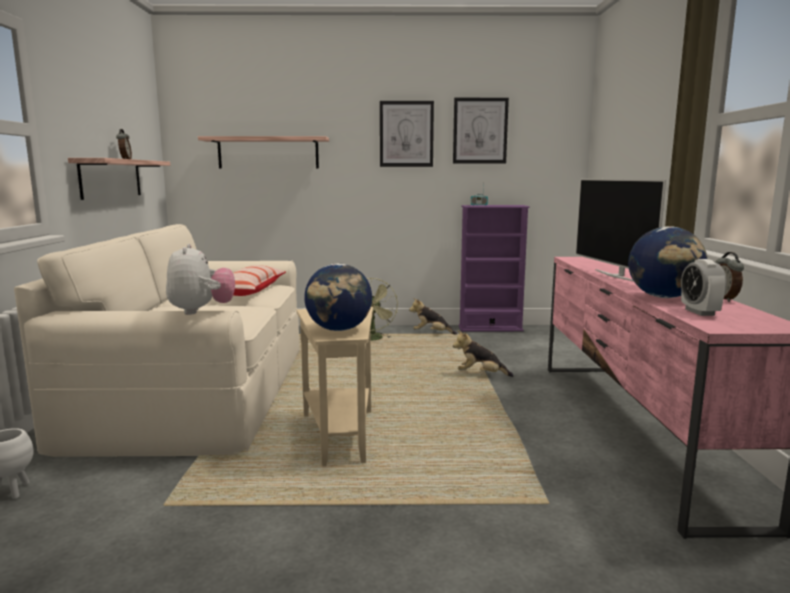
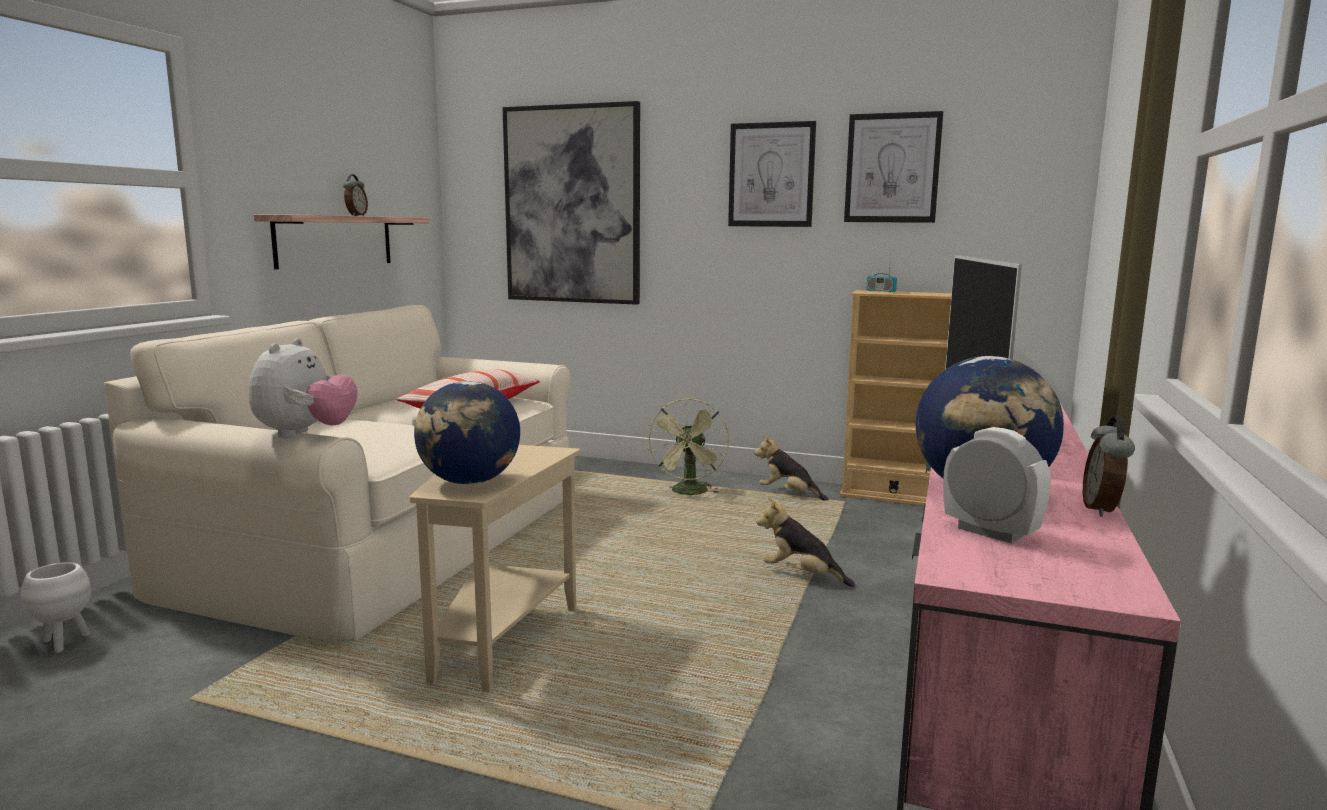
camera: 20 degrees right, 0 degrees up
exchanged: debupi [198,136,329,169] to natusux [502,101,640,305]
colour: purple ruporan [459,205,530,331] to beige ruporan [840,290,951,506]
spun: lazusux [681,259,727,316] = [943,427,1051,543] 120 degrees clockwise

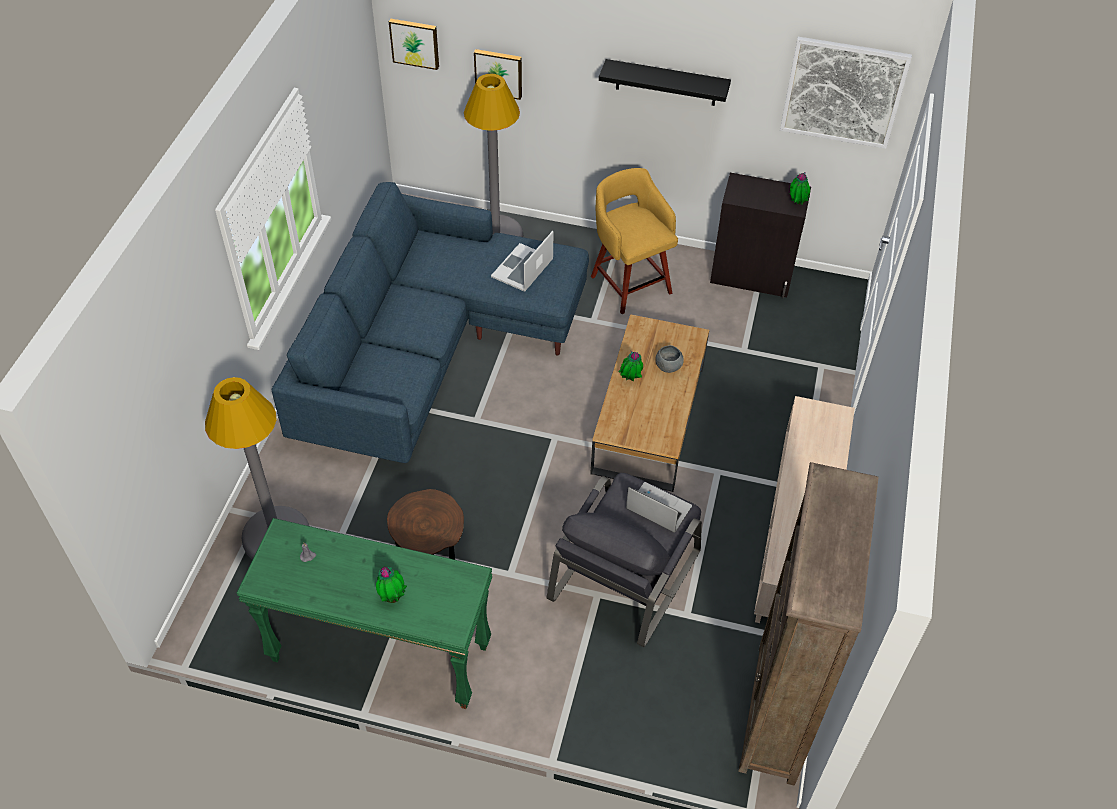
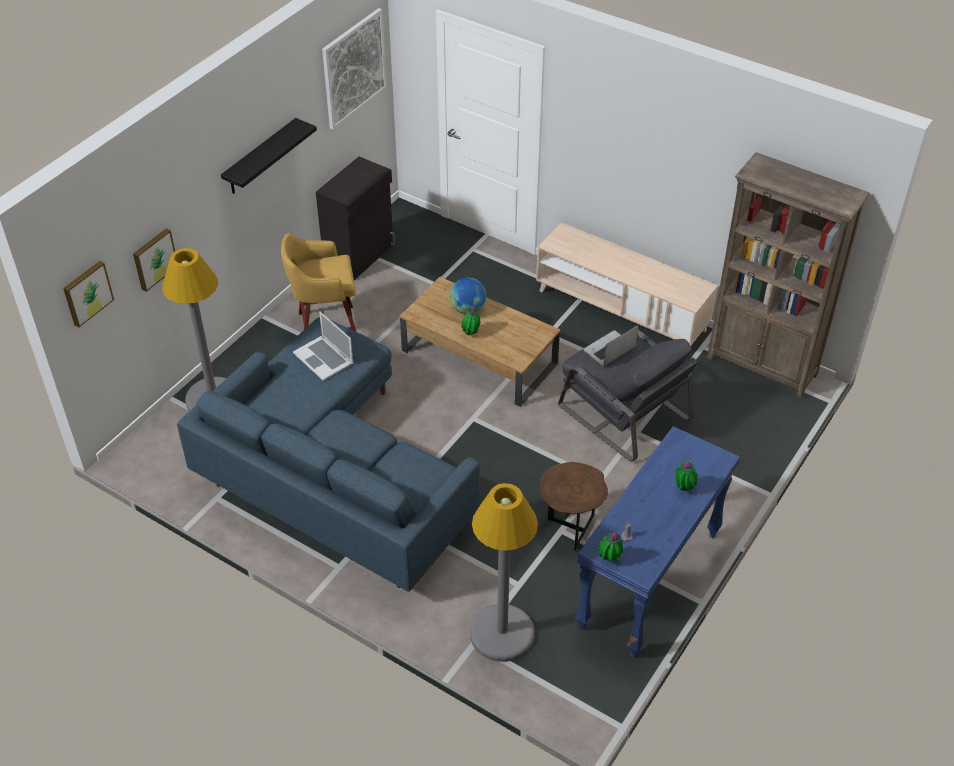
camera: 70 degrees left, 5 degrees down
relocated: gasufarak [790,172,811,205] to [597,530,623,563]
exchanged: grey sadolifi [655,345,684,373] to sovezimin [449,277,486,314]
colour: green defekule [236,518,492,709] to blue defekule [575,426,741,658]

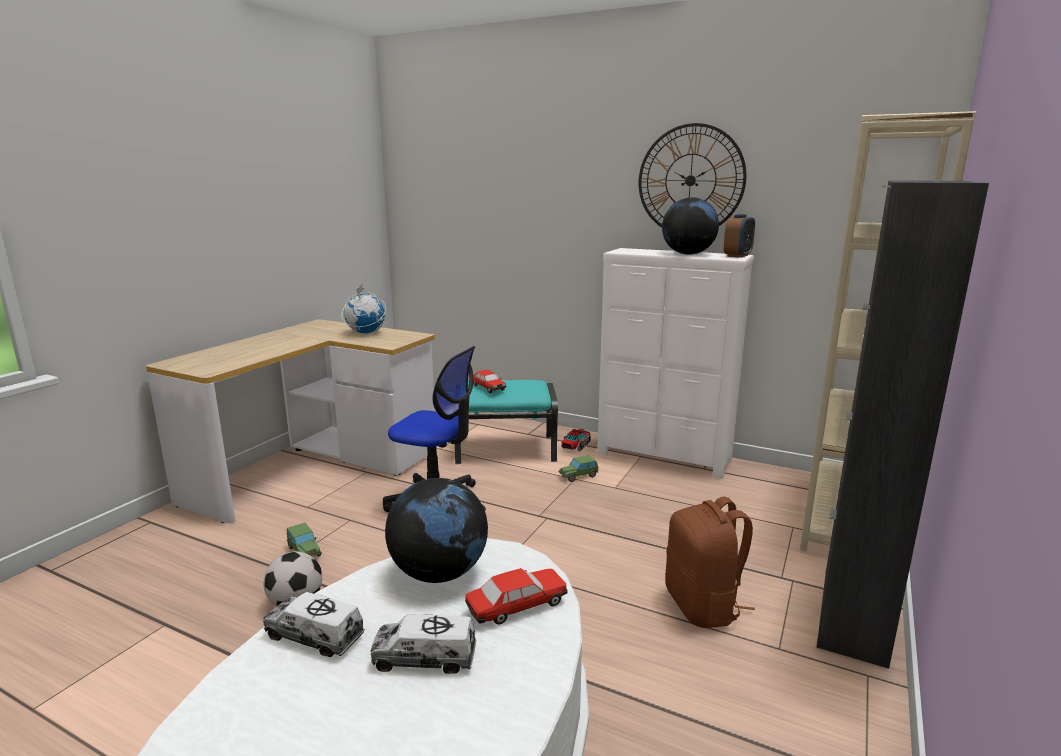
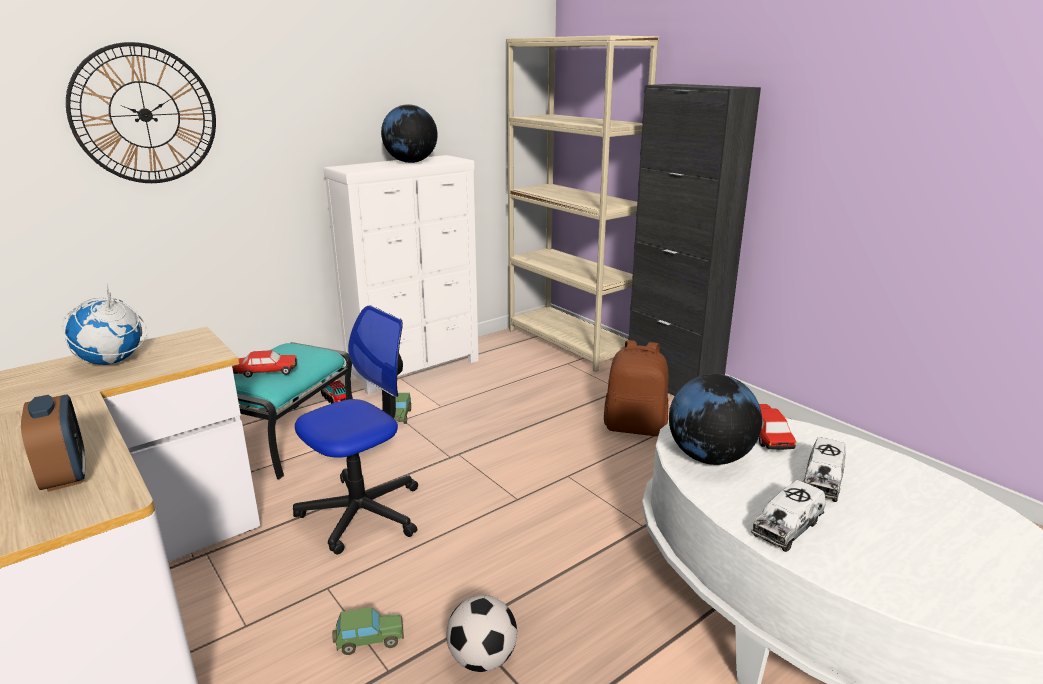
camera: 65 degrees left, 5 degrees up
relocated: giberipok [639,123,747,228] to [66,42,216,183]; lazusux [724,214,755,258] to [21,395,85,492]

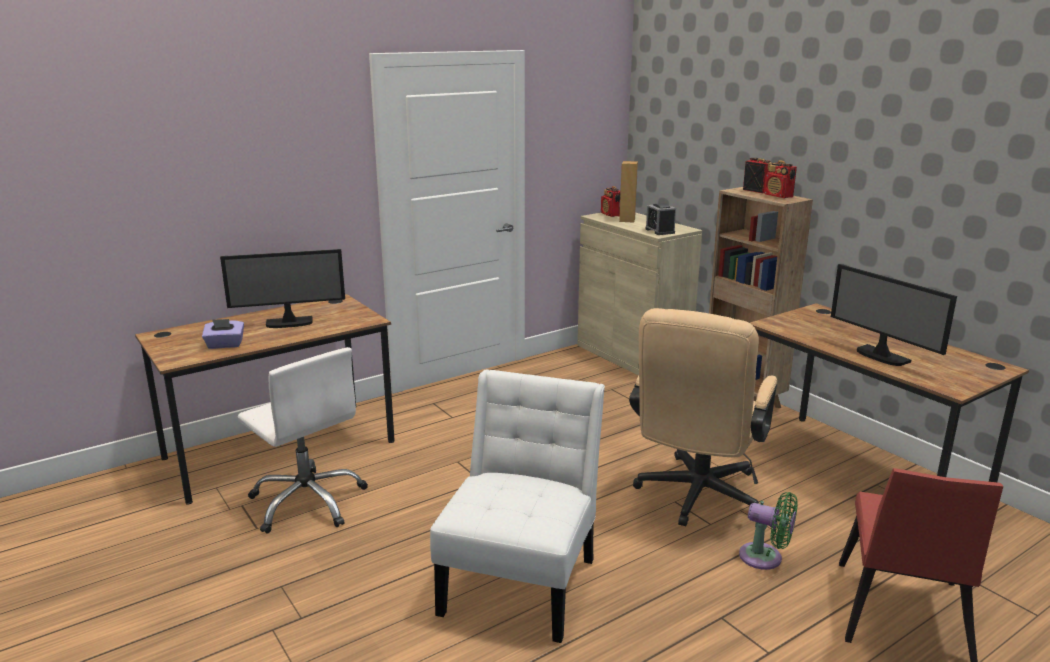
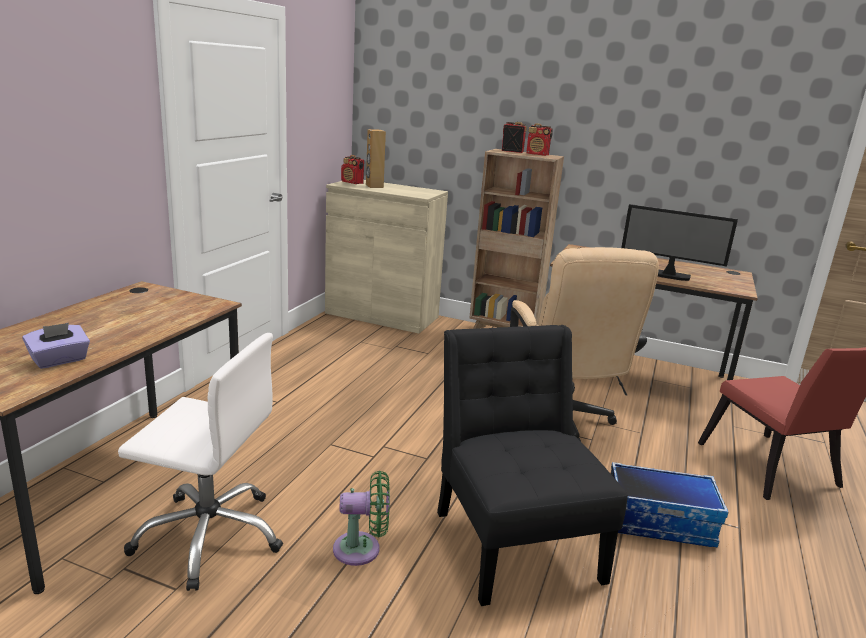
camera: 35 degrees left, 0 degrees up
missing: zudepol [220,249,345,328]; lazusux [645,203,676,235]
appeared: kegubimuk [611,462,728,547]
relocated: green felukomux [739,492,798,570] to [333,471,390,566]
colour: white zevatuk [430,369,605,643] to black zevatuk [437,325,628,606]

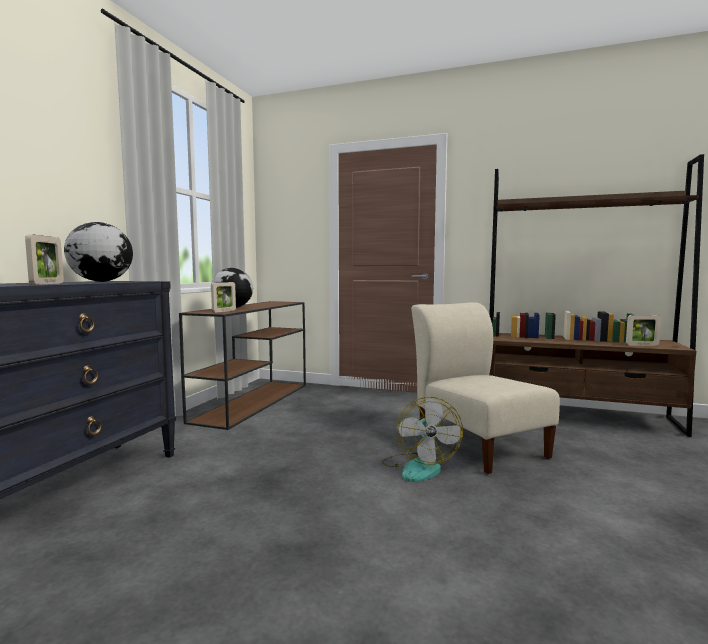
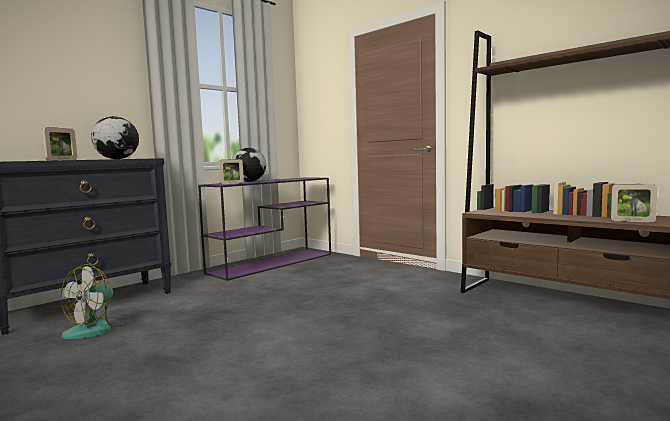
camera: 25 degrees right, 0 degrees up
missing: beige zevatuk [411,302,560,474]
relocated: felukomux [382,397,463,482] to [61,264,129,339]
colour: brown defekule [179,301,306,430] to purple defekule [198,178,331,281]

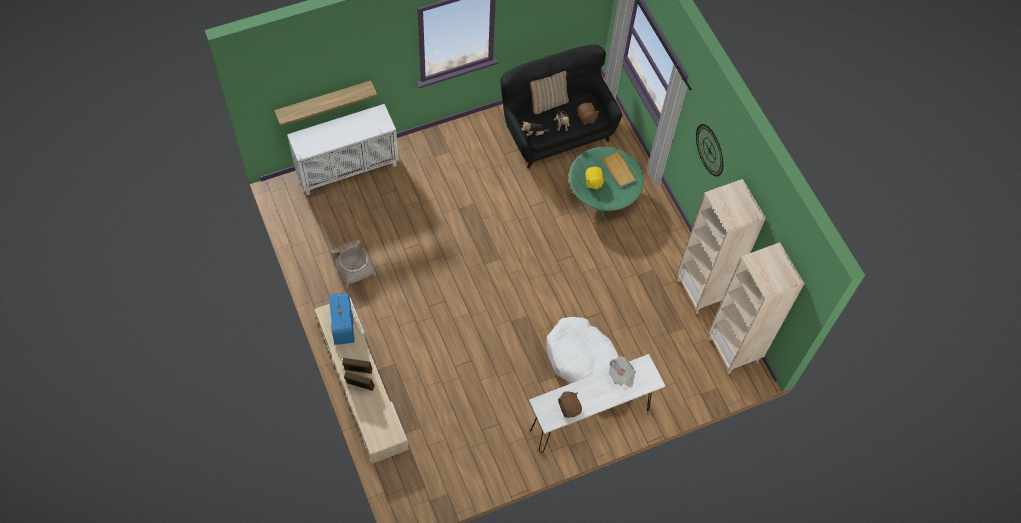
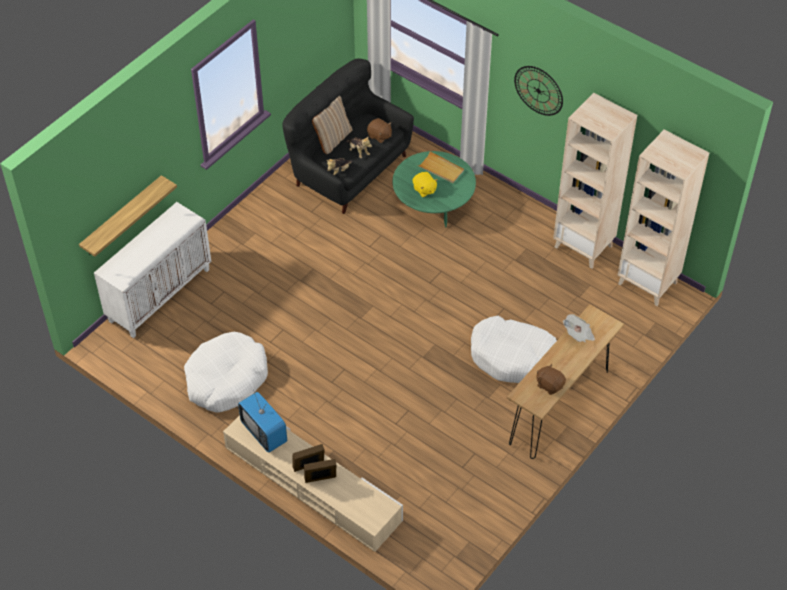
camera: 25 degrees left, 10 degrees down
exchanged: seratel [331,240,377,288] to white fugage [184,332,268,413]
colour: white defekule [529,354,665,453] to brown defekule [507,304,624,459]

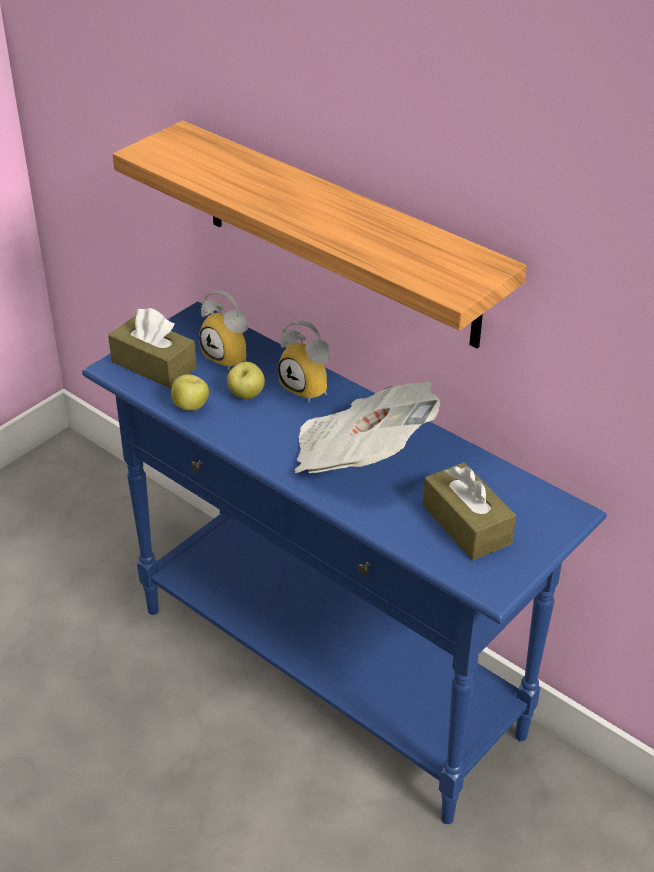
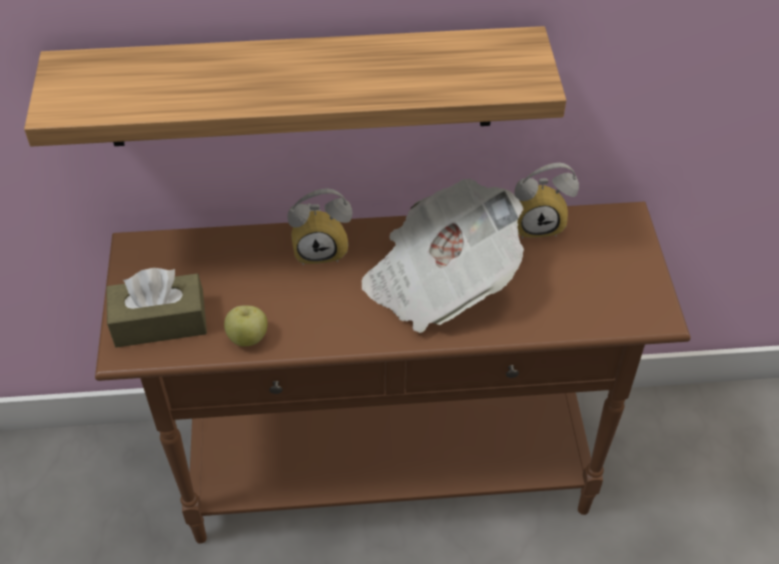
camera: 45 degrees left, 10 degrees up
missing: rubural [227,362,265,399]; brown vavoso [423,462,516,560]
relocated: lazusux [199,290,249,371] to [514,163,579,239]
colour: blue defekule [82,302,607,824] to brown defekule [95,202,691,544]

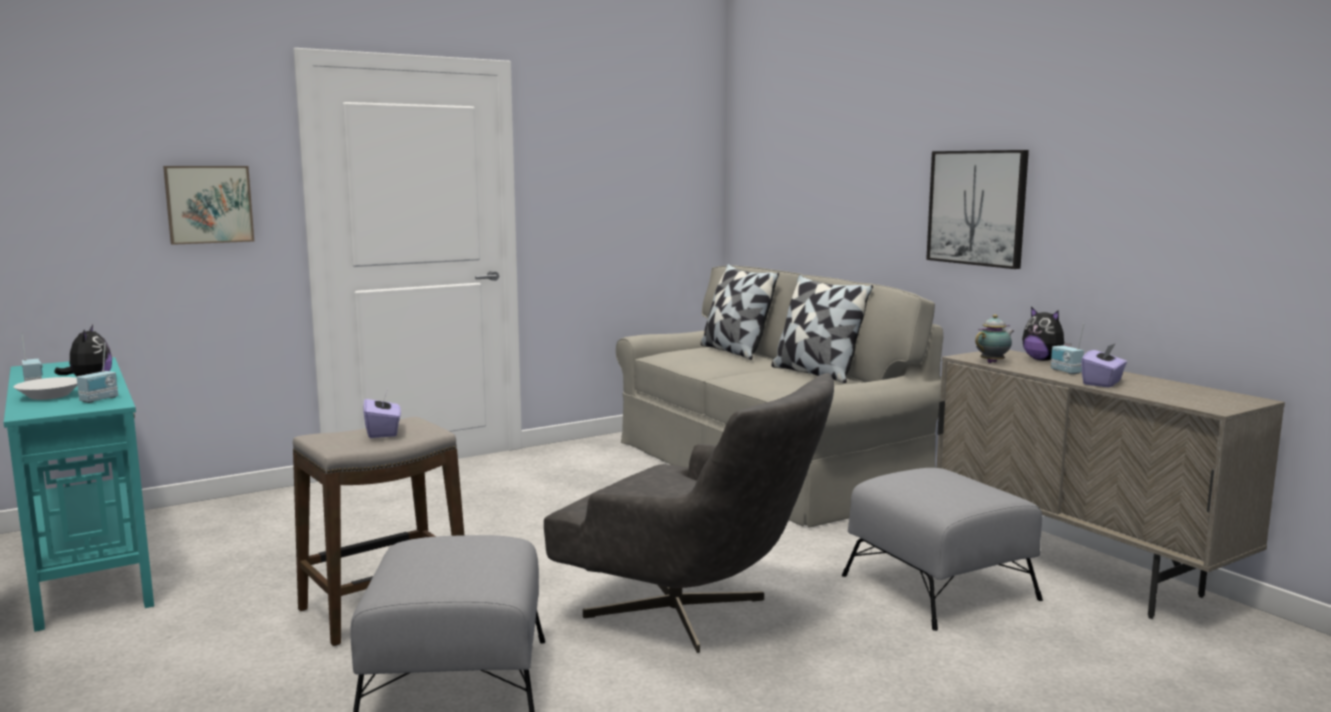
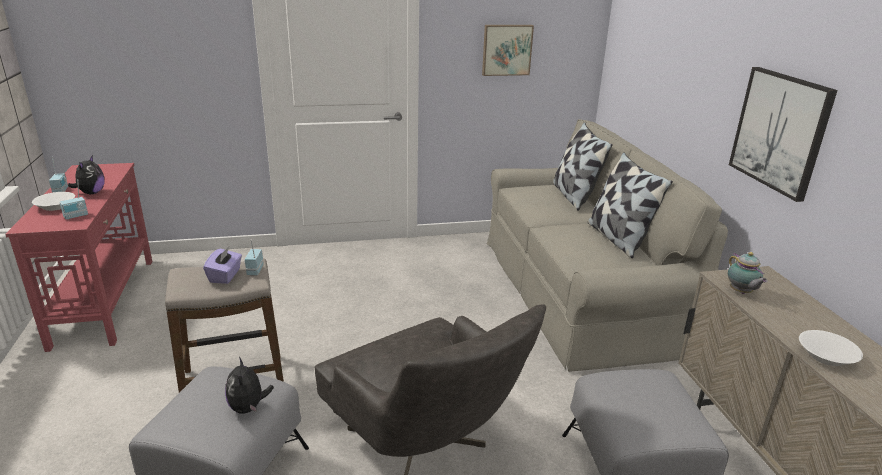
camera: 20 degrees right, 15 degrees up
relocated: natusux [163,166,254,245] to [482,25,534,76]; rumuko [1022,307,1072,361] to [225,357,274,414]; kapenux [1051,323,1085,374] to [244,240,264,276]
exchanged: purple vavoso [1081,343,1127,388] to white sadolifi [799,330,863,366]
colour: turquoise defekule [4,357,154,632] to red defekule [5,163,152,352]
spun: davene [975,315,1014,363] = [728,252,768,294] 90 degrees clockwise

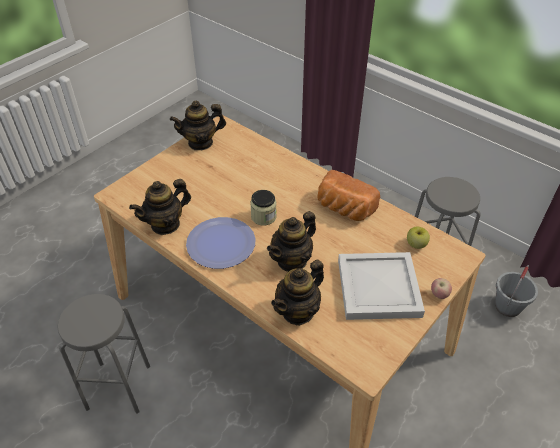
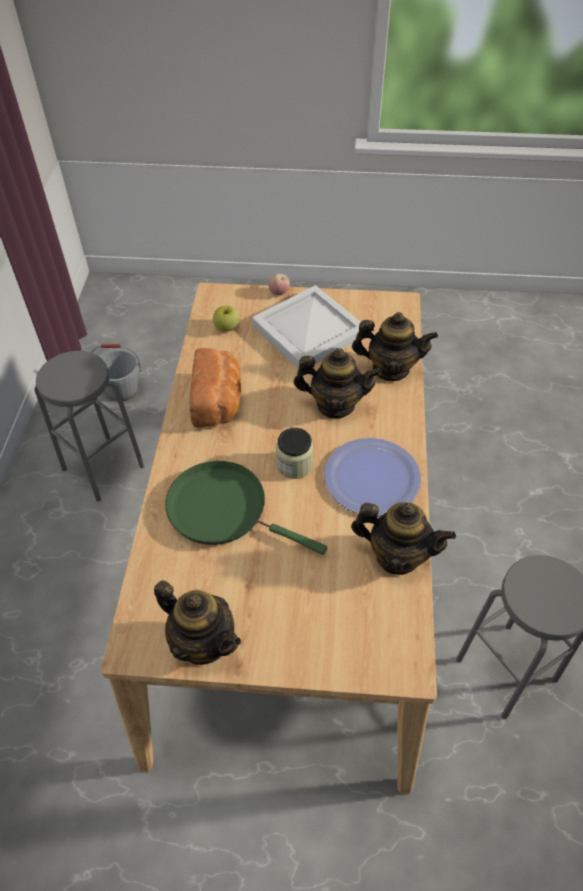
camera: 125 degrees left, 5 degrees up
appeared: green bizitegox [165,461,327,555]

